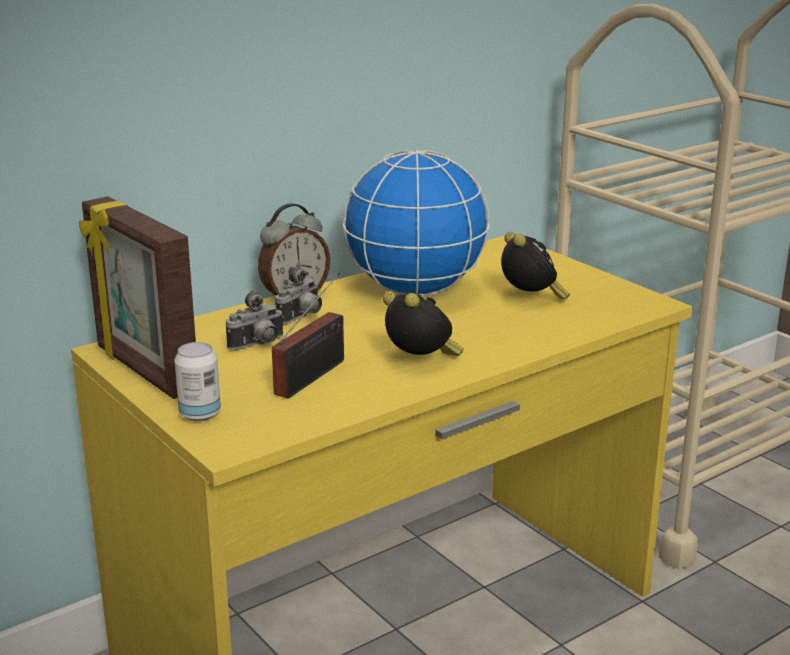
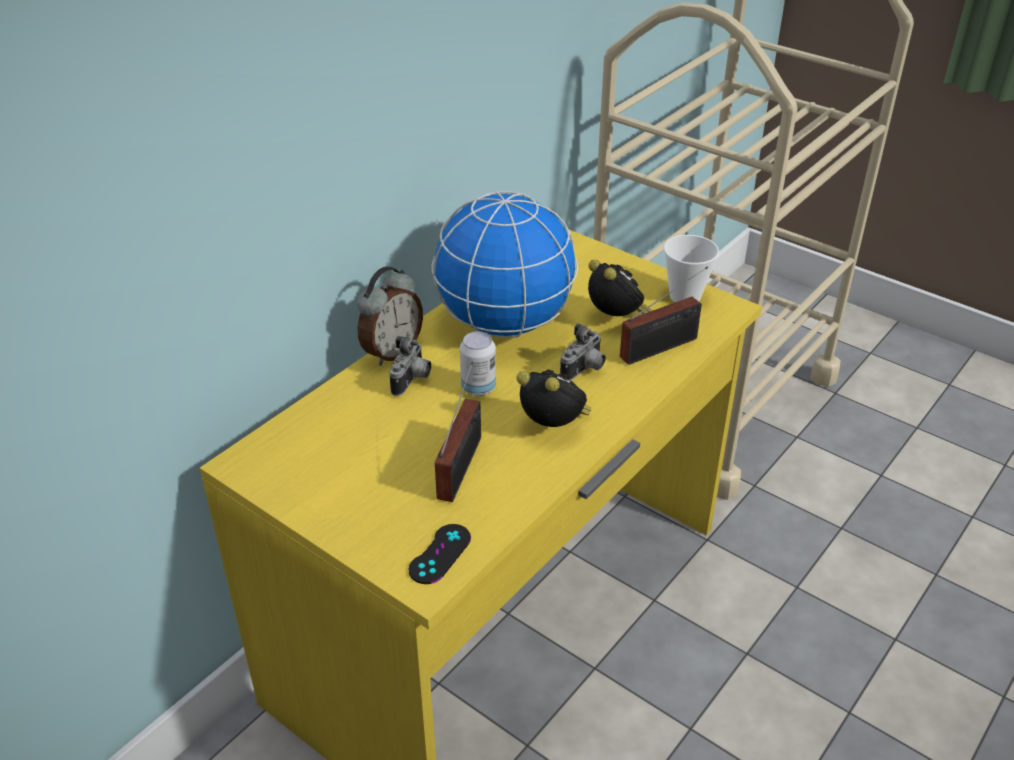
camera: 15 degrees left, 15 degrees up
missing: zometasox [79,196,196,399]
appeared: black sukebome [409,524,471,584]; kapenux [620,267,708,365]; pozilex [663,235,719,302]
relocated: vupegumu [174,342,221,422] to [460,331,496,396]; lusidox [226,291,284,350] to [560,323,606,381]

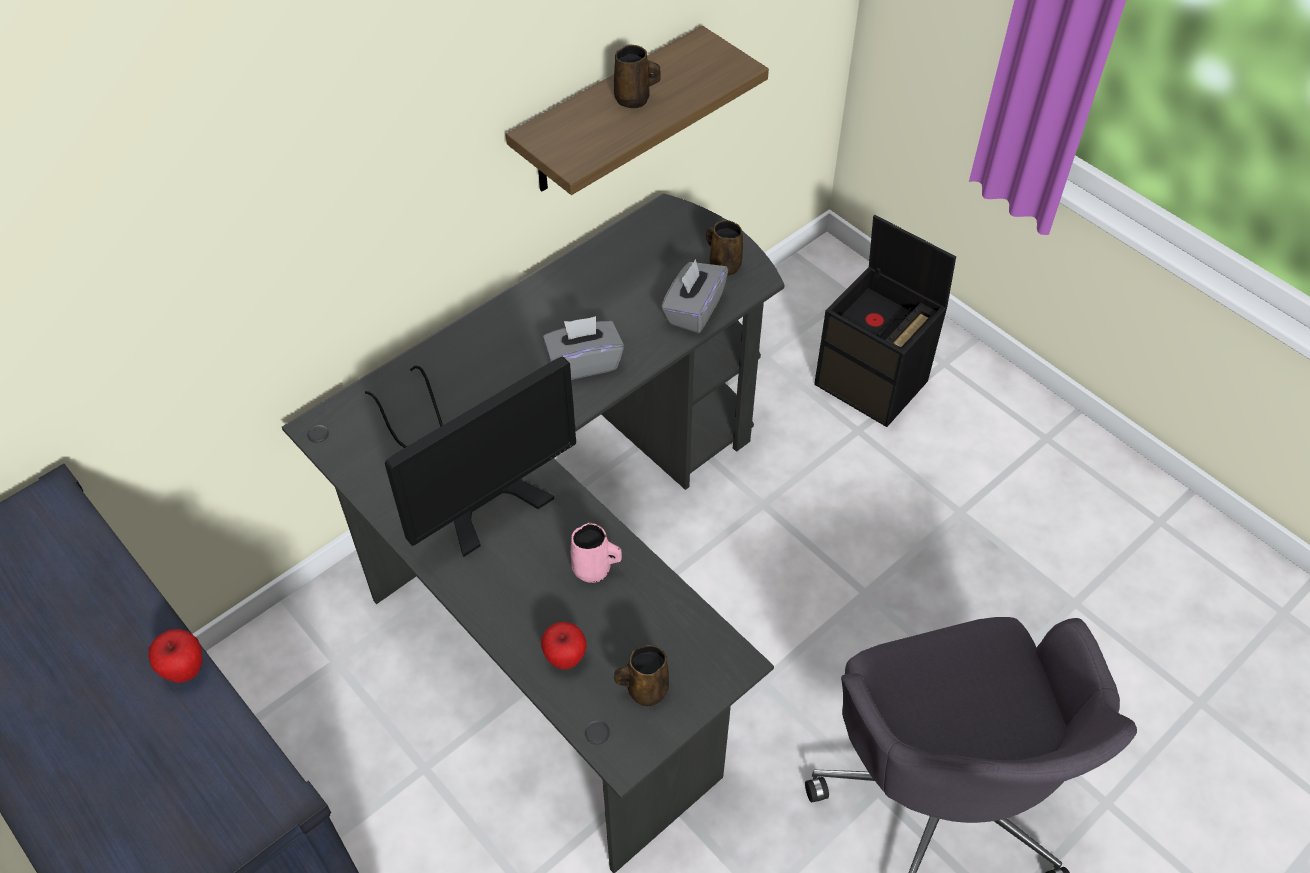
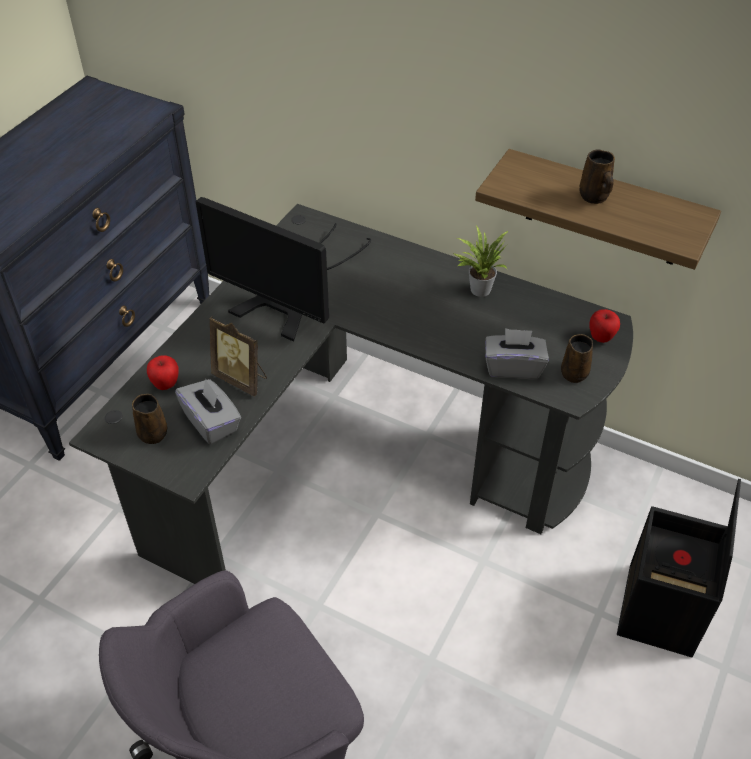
camera: 70 degrees right, 5 degrees down
appeared: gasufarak [452,226,508,297]
relocated: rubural [149,629,203,683] to [590,309,620,343]; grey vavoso [543,316,624,380] to [175,379,241,445]
exchanged: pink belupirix [571,523,622,583] to zometasox [210,317,267,397]

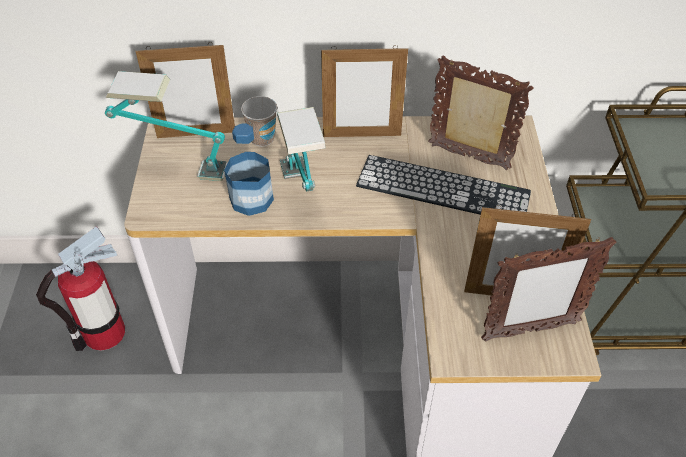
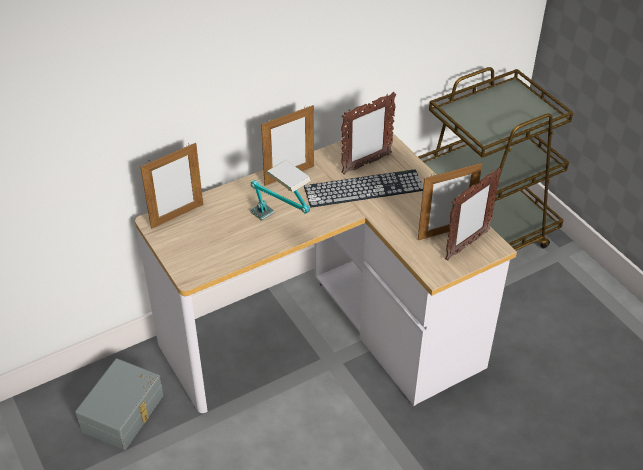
camera: 30 degrees left, 5 degrees down
missing: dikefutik [105,71,228,181]; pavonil [224,123,274,216]; pozilex [241,96,277,147]
exchanged: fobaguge [36,226,125,351] to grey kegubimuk [75,358,164,450]
spun: zometasox [428,55,534,170] = [341,92,396,175] 150 degrees clockwise

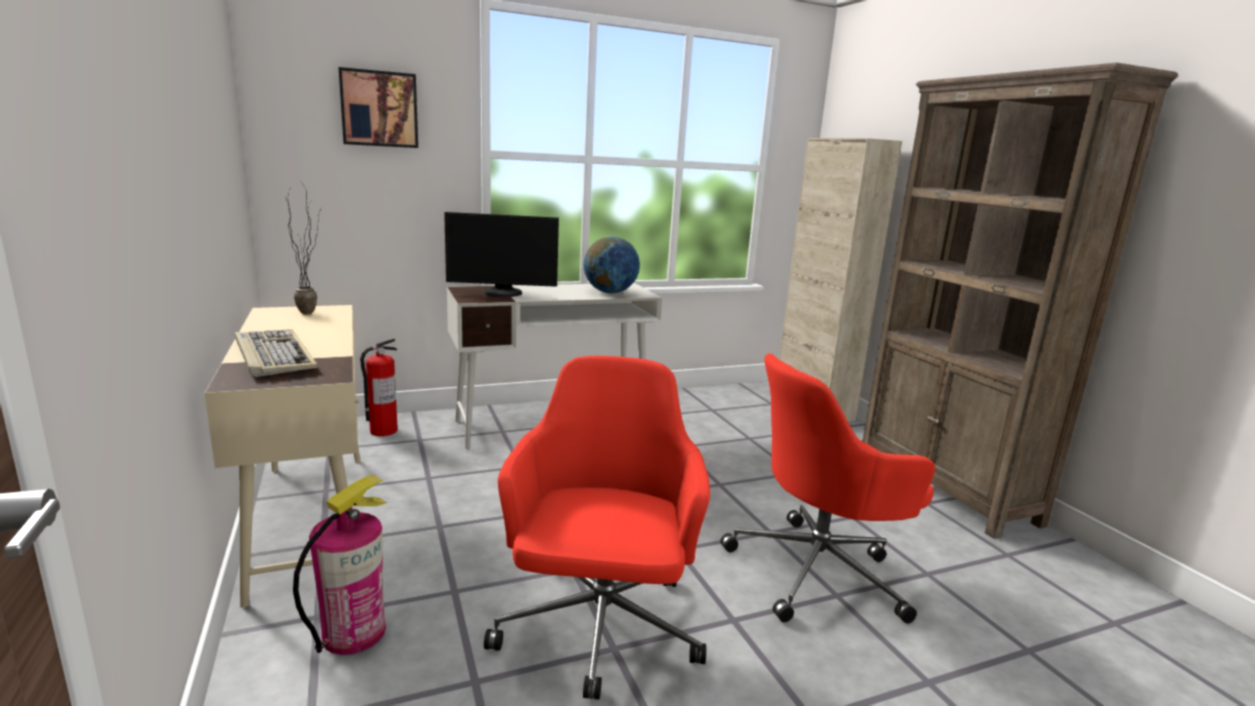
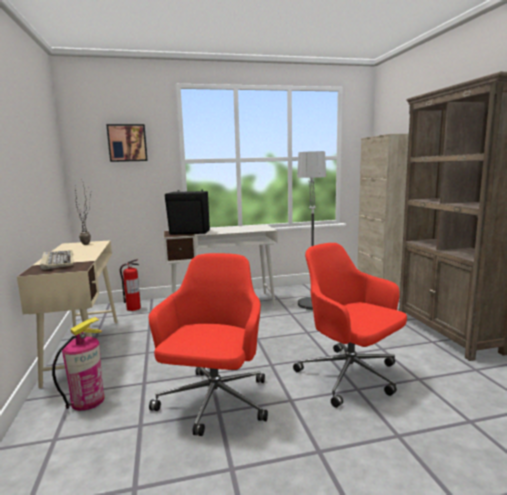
camera: 10 degrees right, 5 degrees down
missing: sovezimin [584,236,640,293]
appeared: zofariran [292,151,326,312]
exchanged: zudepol [444,212,559,297] to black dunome [165,190,210,234]
spun: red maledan [721,353,935,624] = [293,243,407,408] 60 degrees clockwise

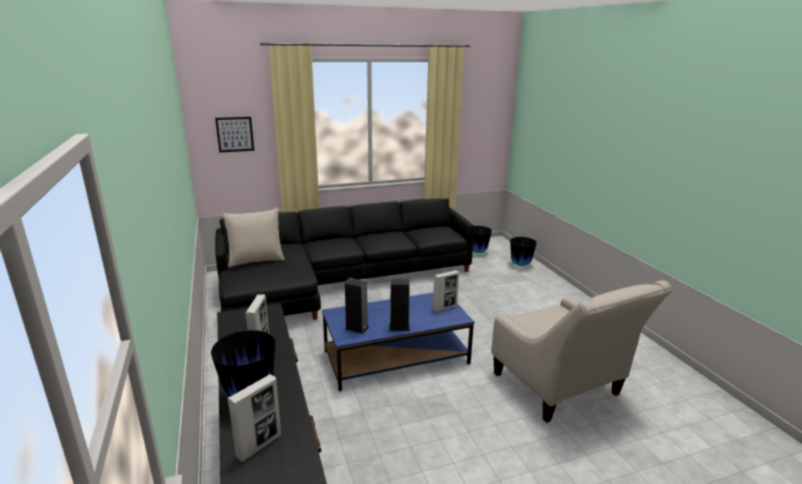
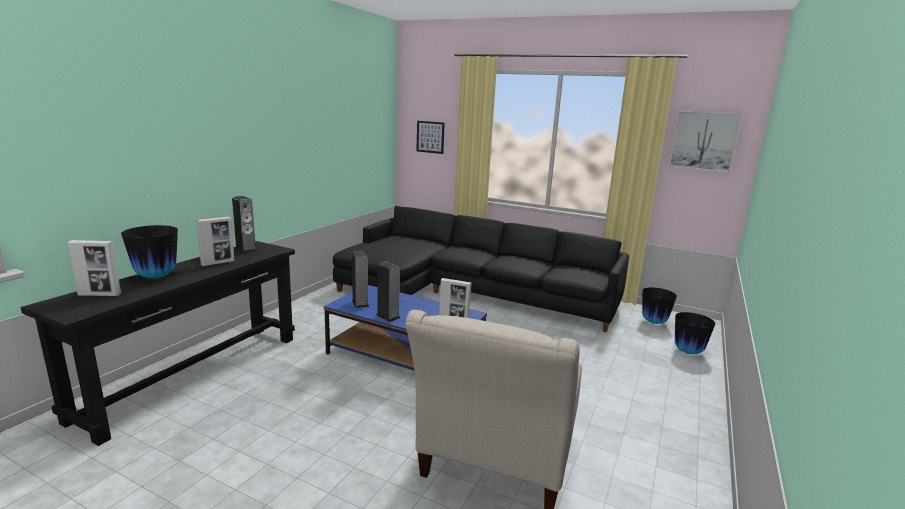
camera: 45 degrees right, 5 degrees down
missing: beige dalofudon [222,208,285,267]
appeared: dunome [232,196,257,253]; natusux [669,111,742,172]

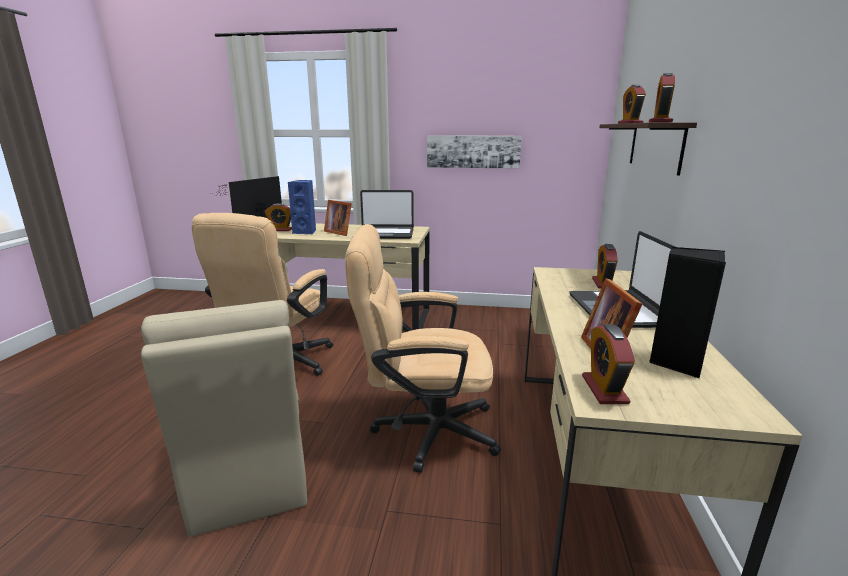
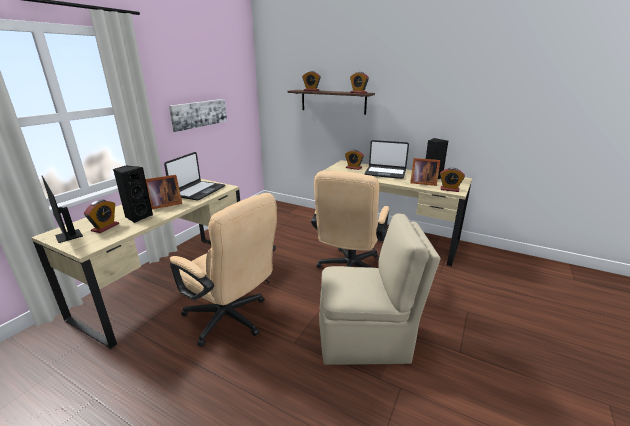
camera: 70 degrees left, 5 degrees up
colour: blue dunome [288,180,316,234] to black dunome [113,165,153,223]

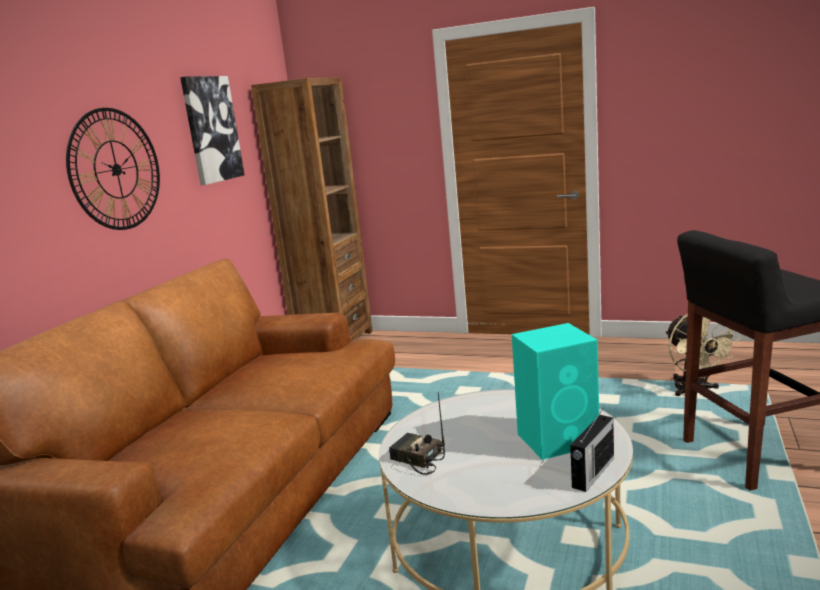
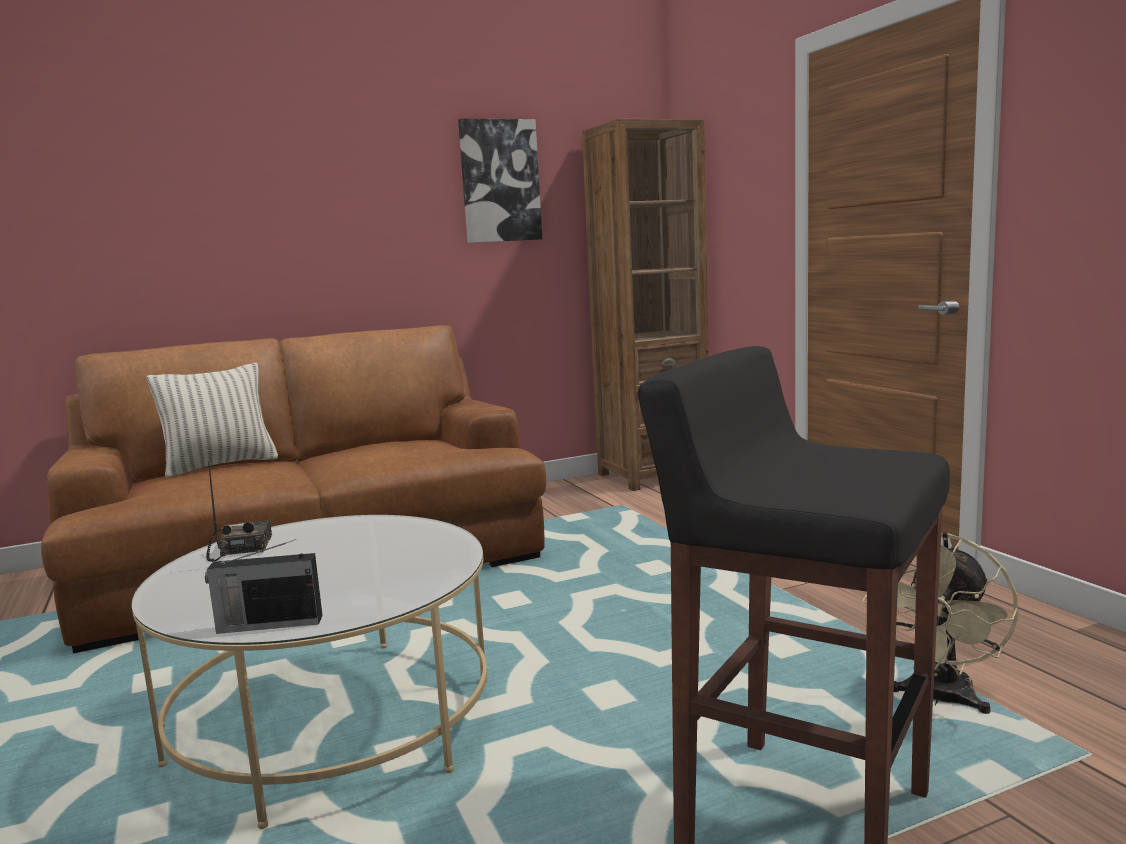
camera: 45 degrees right, 5 degrees down
missing: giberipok [66,108,160,230]; turquoise dunome [512,323,599,460]
appeared: dalofudon [147,363,278,478]

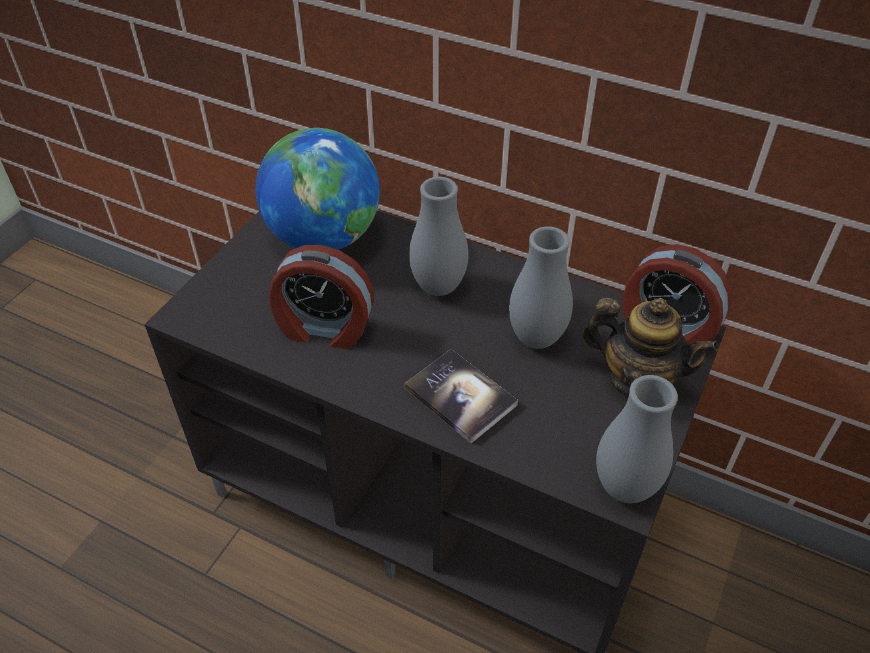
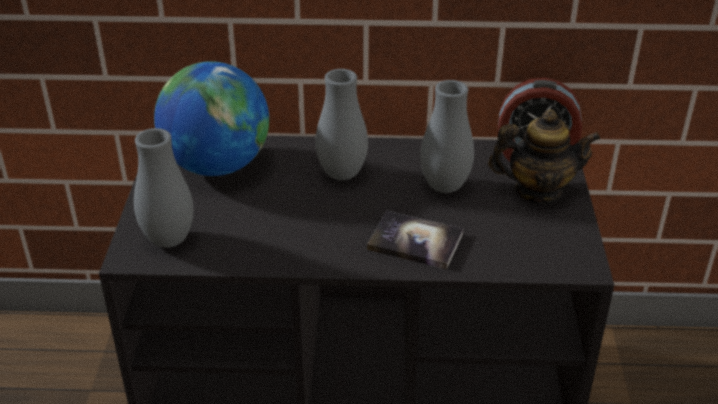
camera: 25 degrees left, 10 degrees down
missing: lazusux [269,245,374,349]
relocated: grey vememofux [596,375,678,503] to [134,128,194,248]

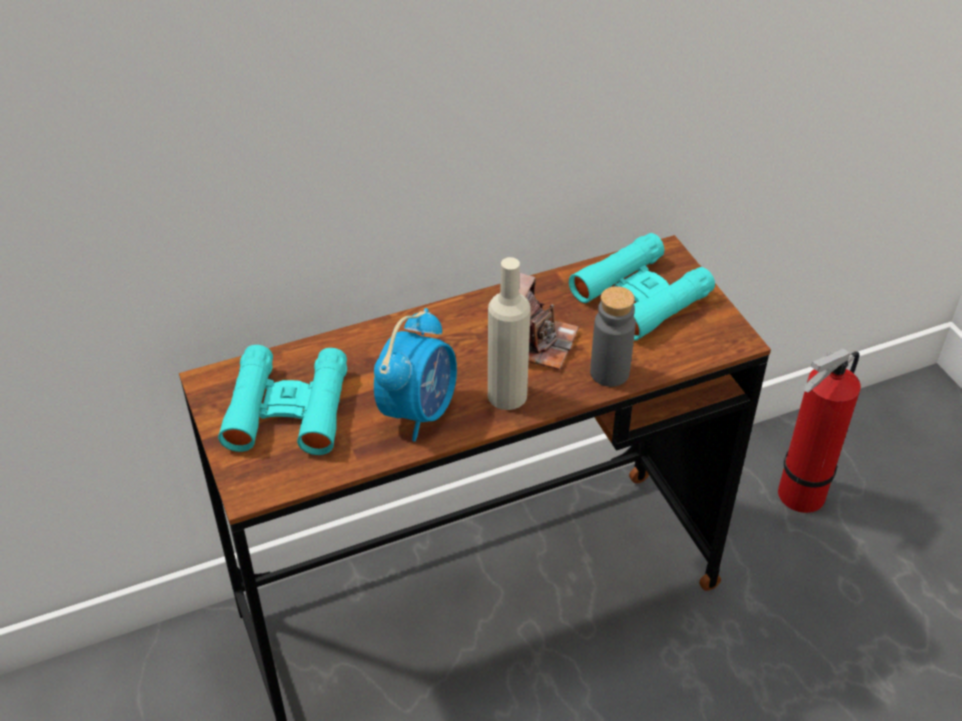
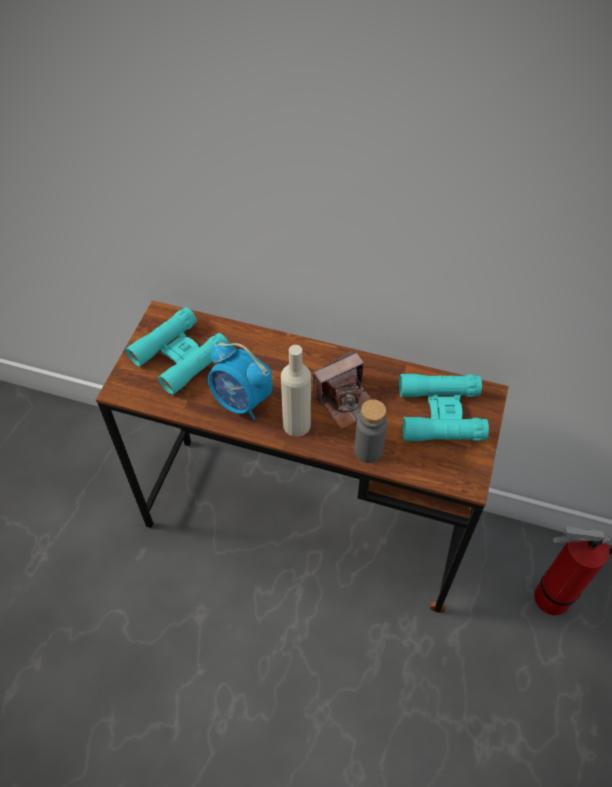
camera: 40 degrees right, 10 degrees up
spun: lazusux [374,308,457,442] = [208,341,273,420] 60 degrees clockwise

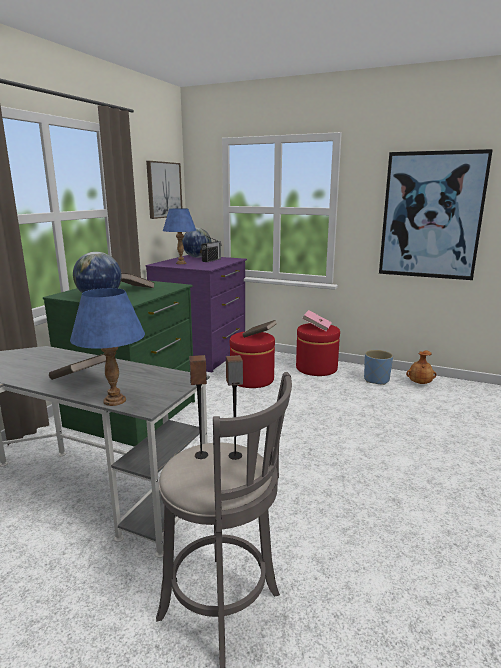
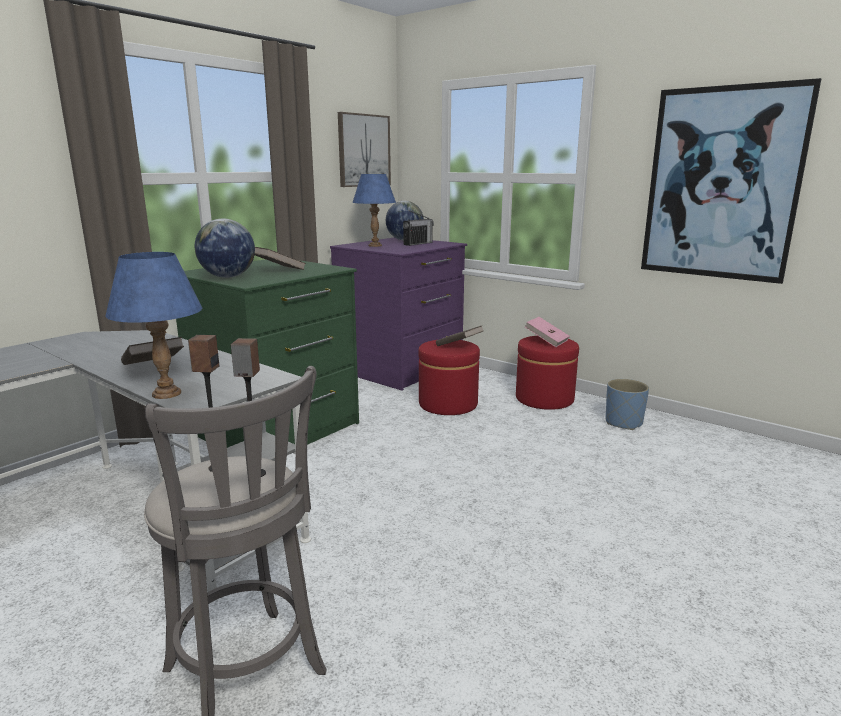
camera: 15 degrees right, 0 degrees up
missing: brown vememofux [406,350,436,384]

